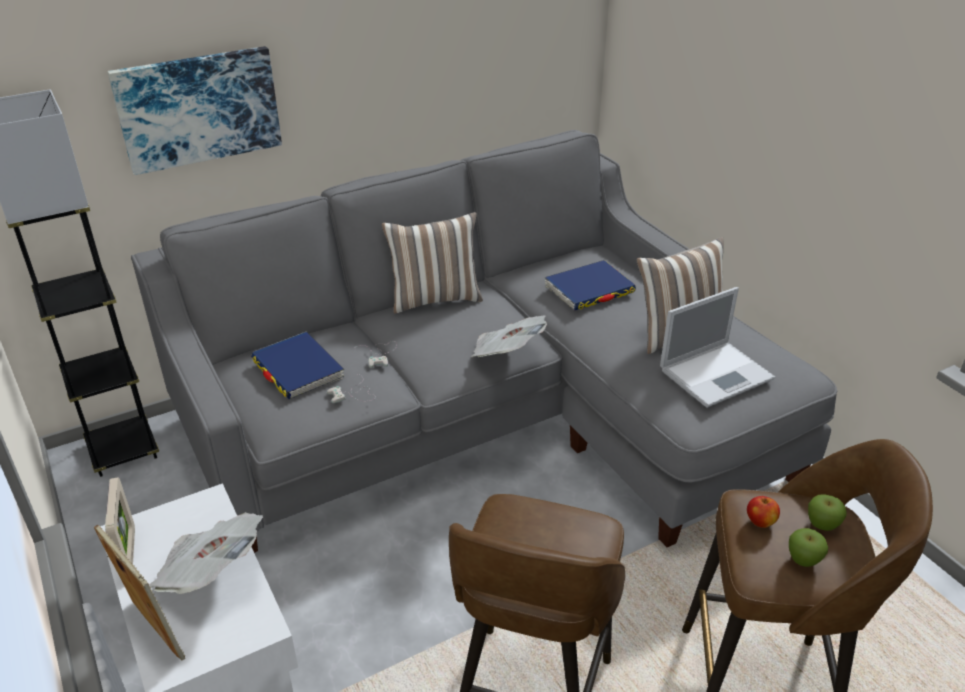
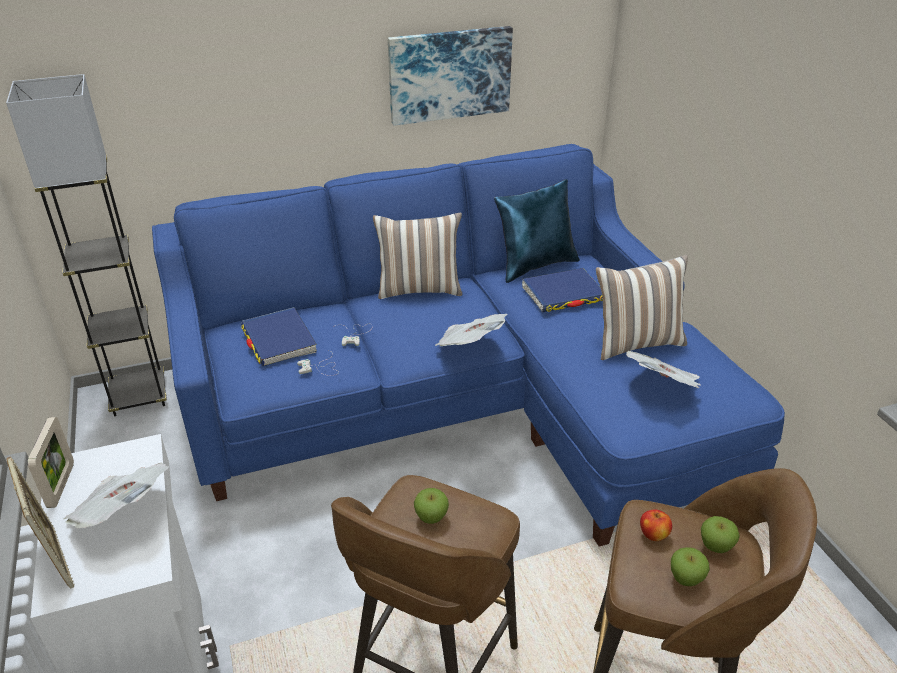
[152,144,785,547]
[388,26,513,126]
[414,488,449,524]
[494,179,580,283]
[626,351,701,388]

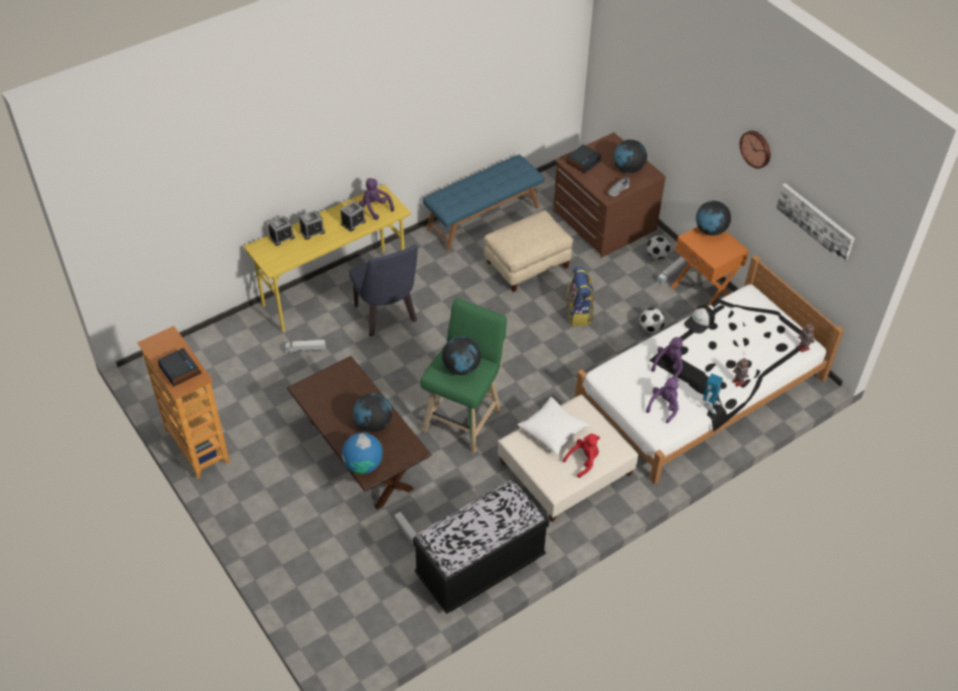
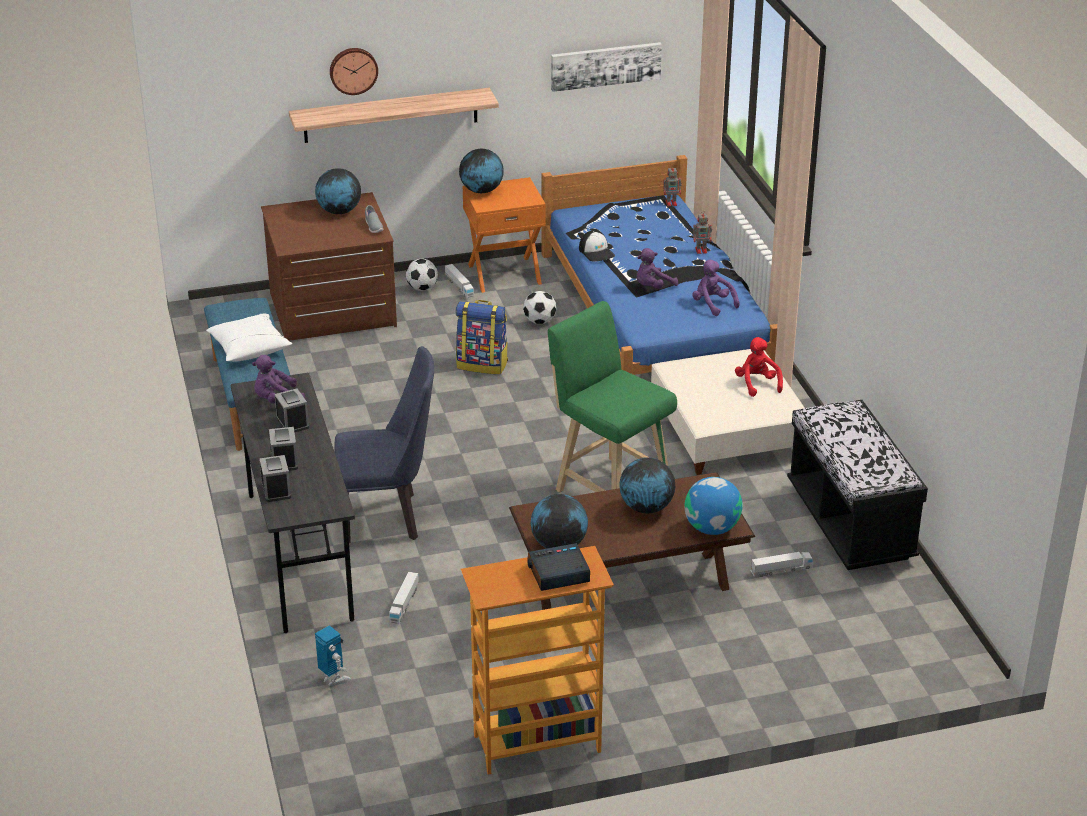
[206,313,292,362]
[231,373,355,633]
[289,88,499,143]
[315,625,351,686]
[330,48,378,95]
[531,494,588,549]
[541,155,777,375]
[637,248,678,289]
[484,211,573,292] (first image)
[566,145,601,173] (first image)

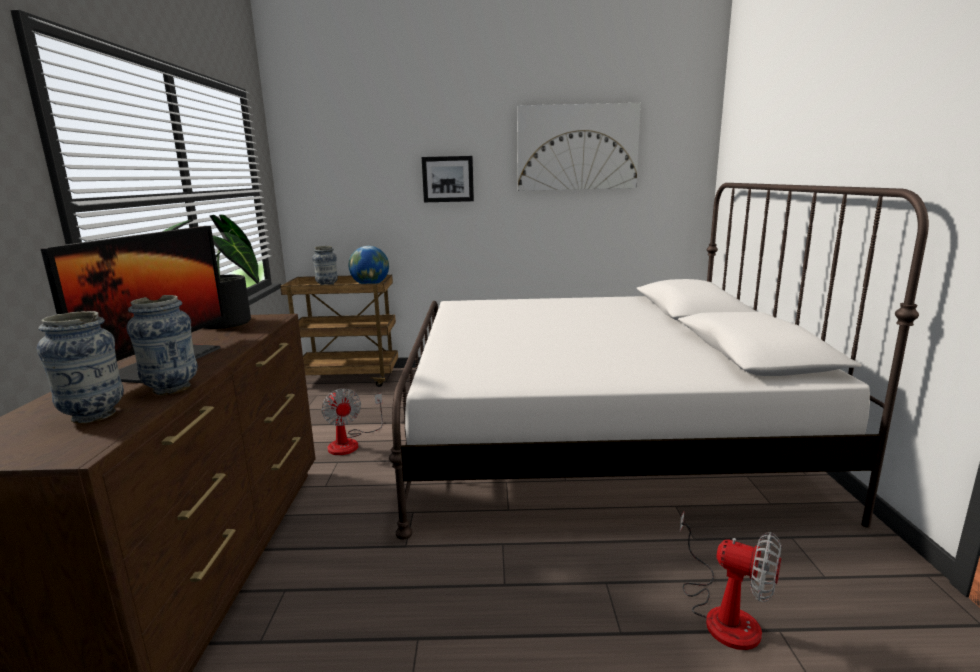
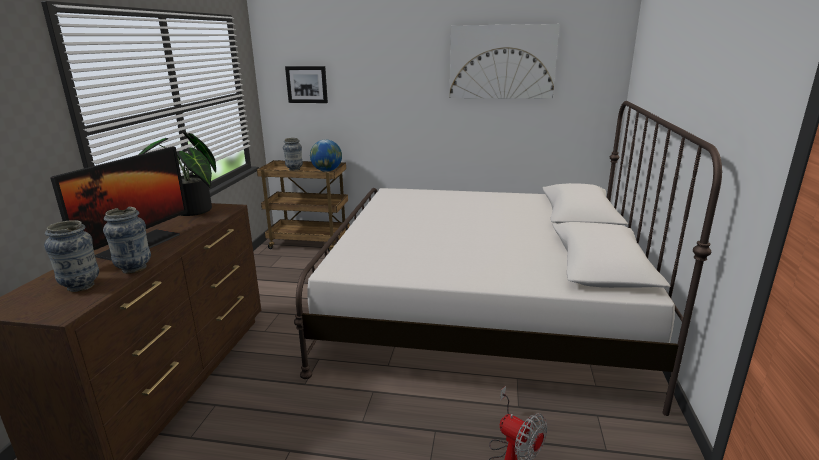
[285,66,328,103]
[322,389,383,455] (first image)

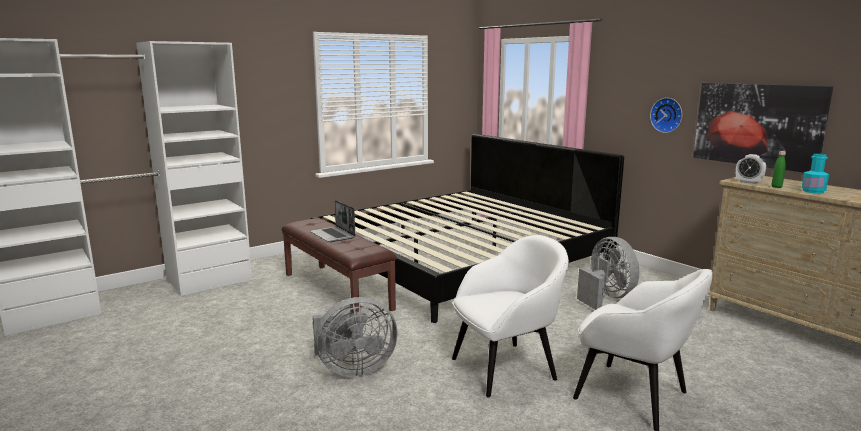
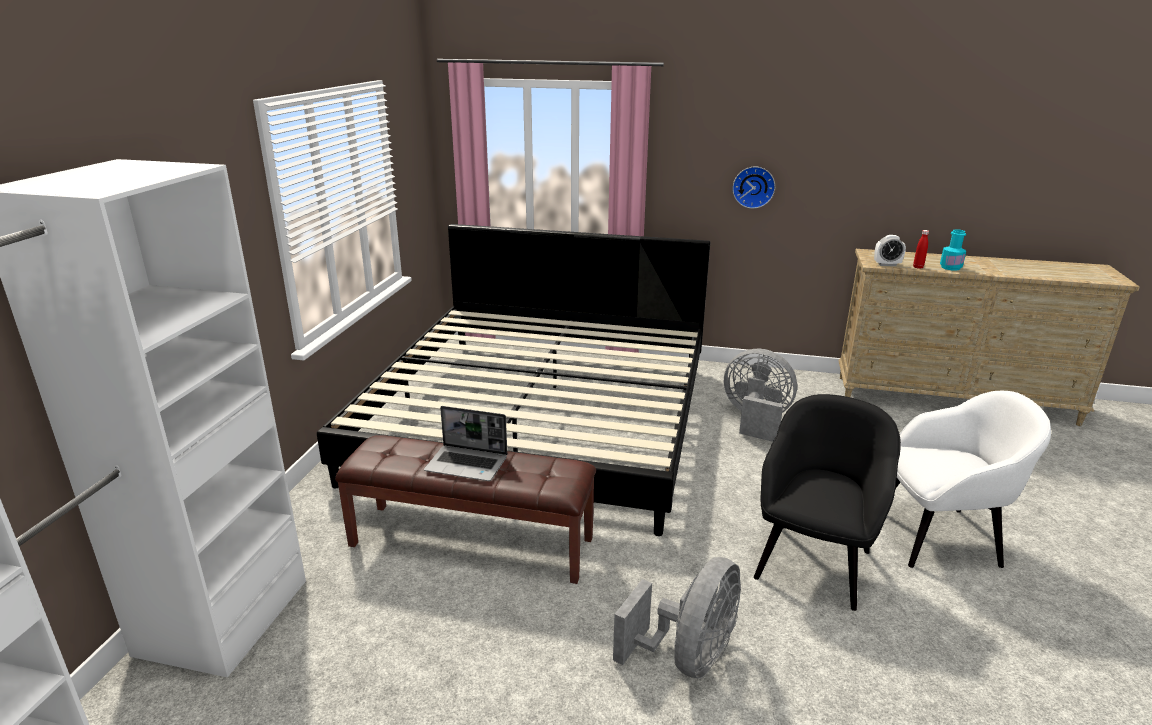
[754,394,901,611]
[913,230,929,269]
[693,83,833,172] (first image)

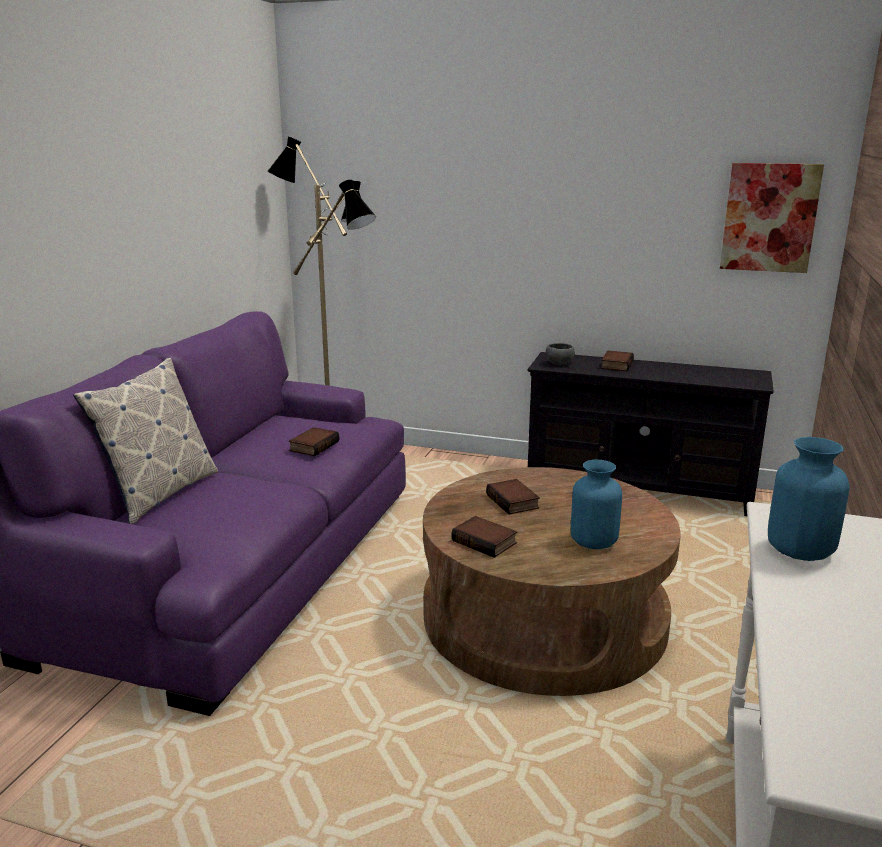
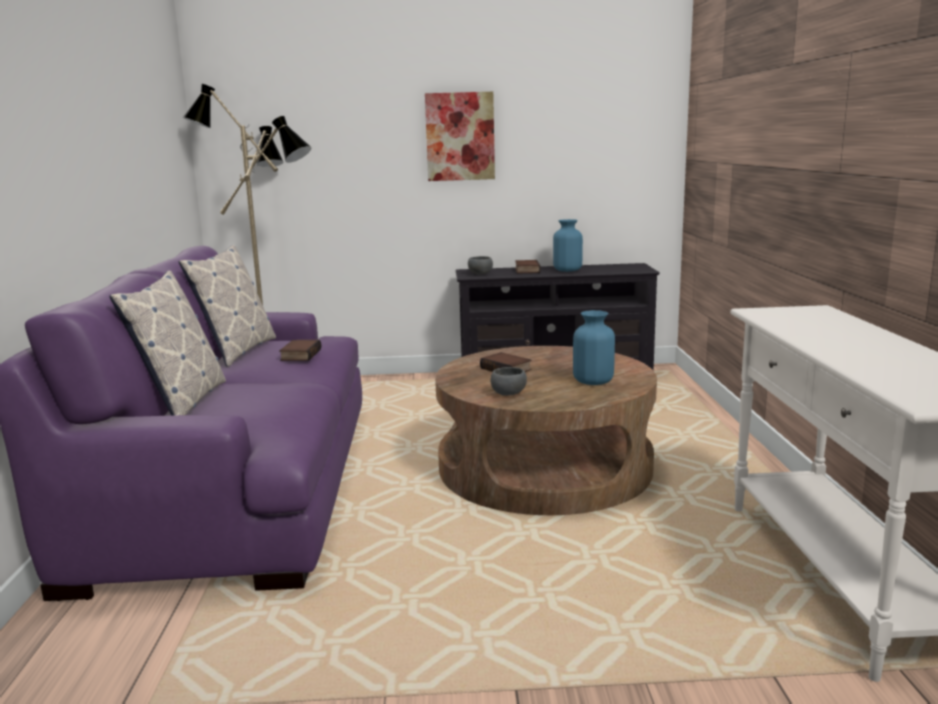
[179,245,276,367]
[425,92,495,181]
[491,367,527,396]
[553,219,583,272]

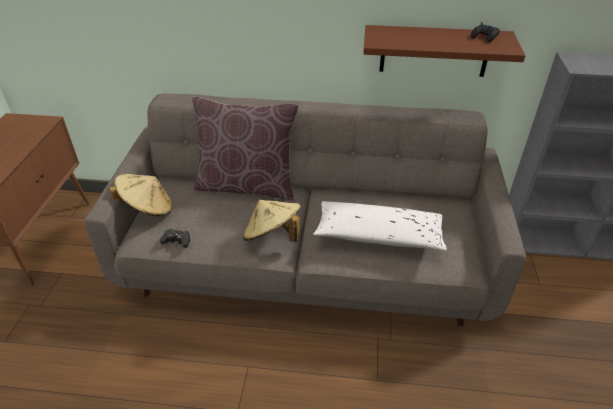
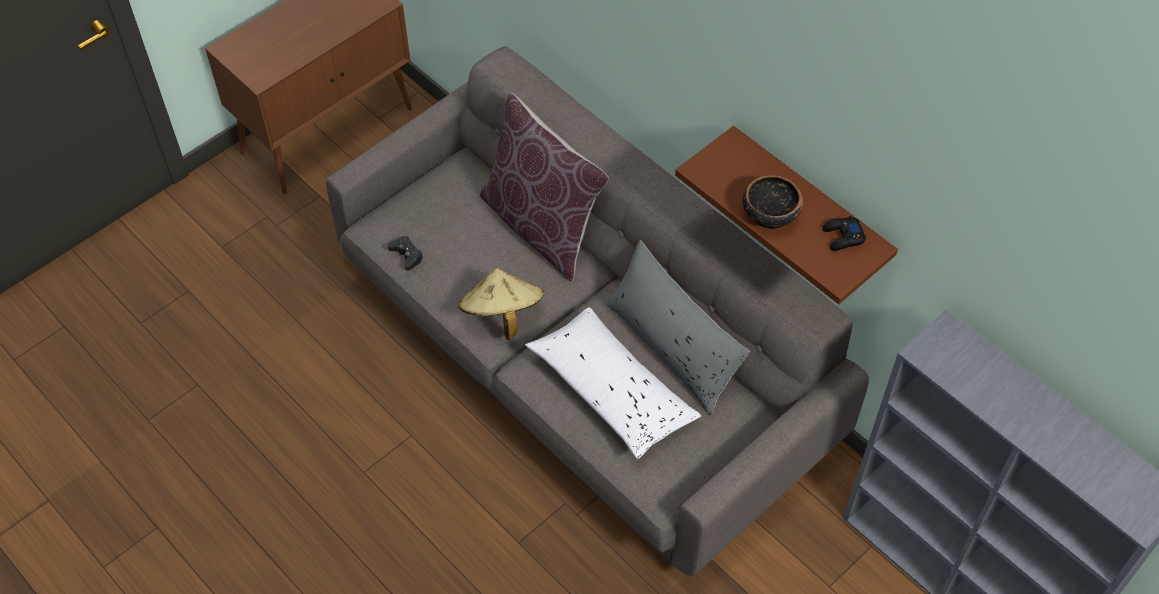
[605,240,750,416]
[743,175,803,230]
[109,174,173,216] (first image)

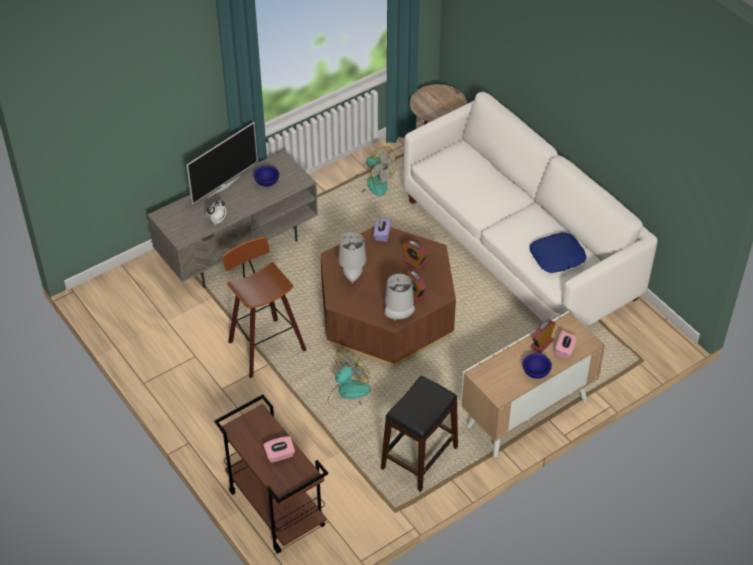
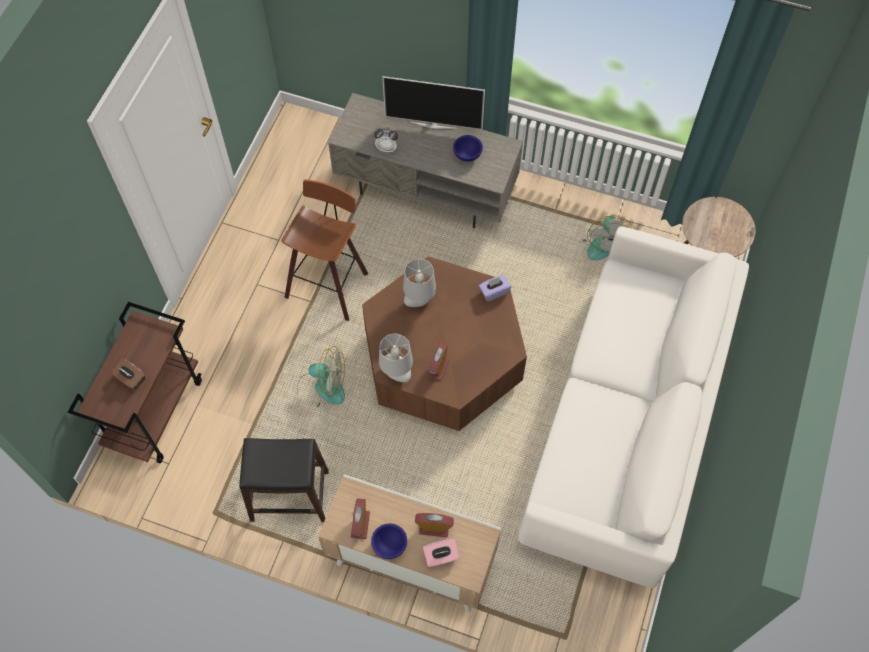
[111,358,145,390]
[351,498,370,539]
[530,232,587,273] (first image)

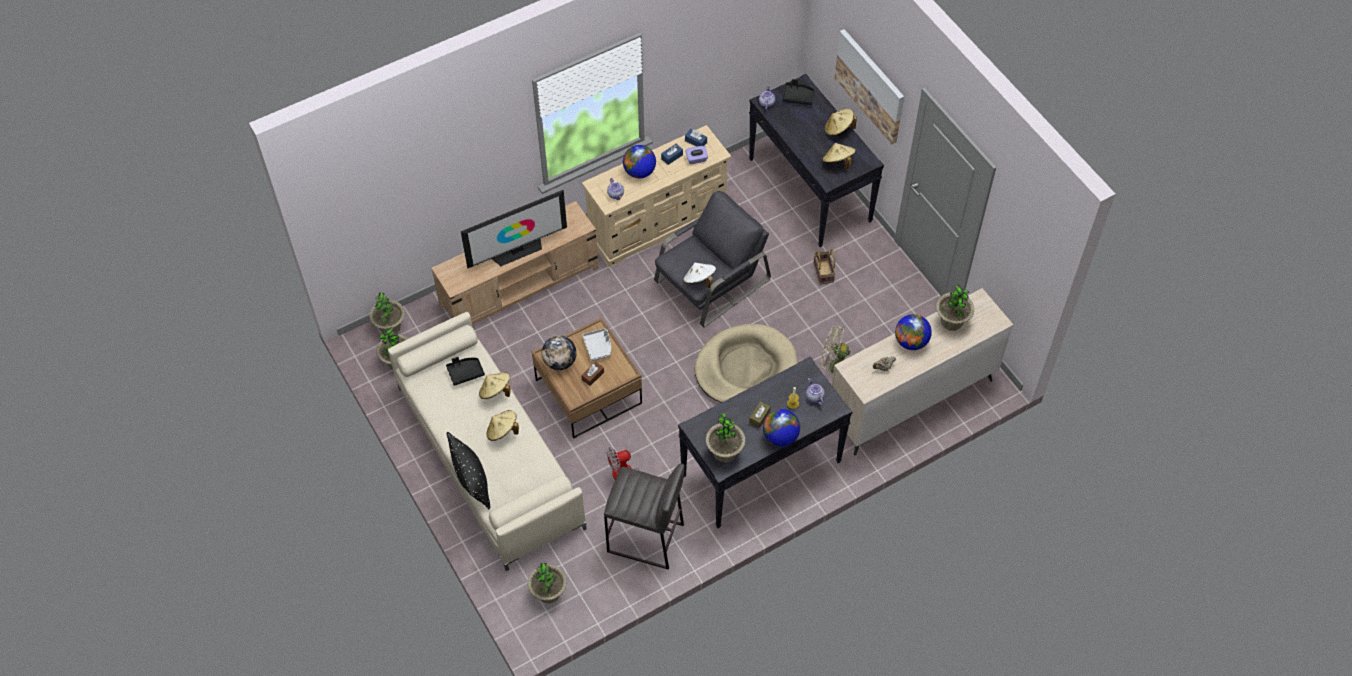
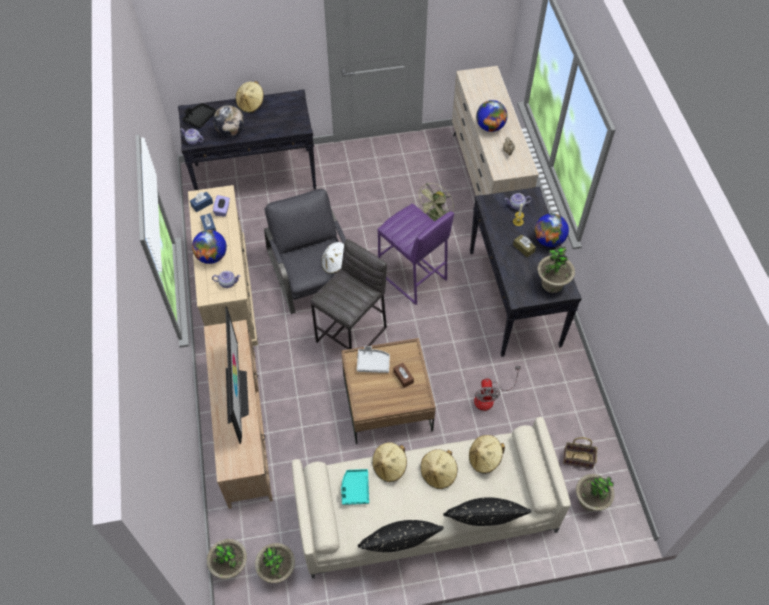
[213,105,244,136]
[311,239,387,349]
[341,469,369,505]
[358,520,444,552]
[377,204,454,305]
[469,435,505,474]
[563,437,597,469]
[835,29,904,144] (first image)
[936,284,974,331] (first image)

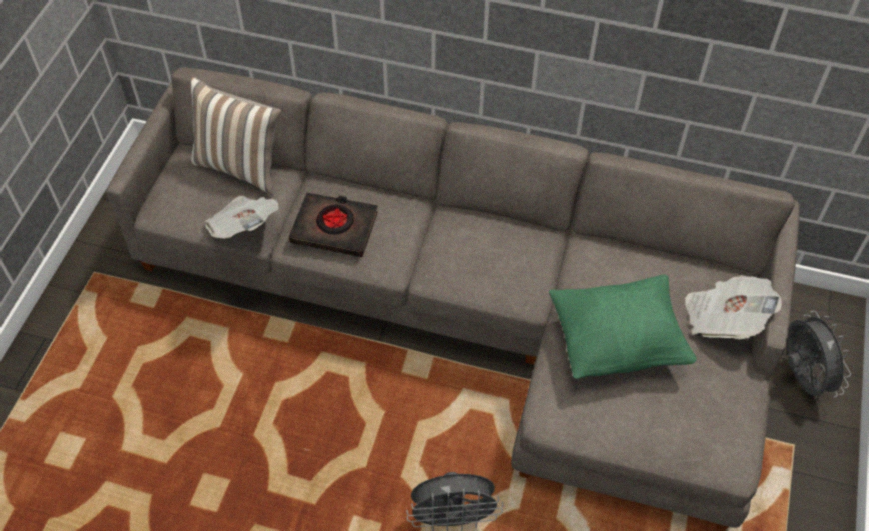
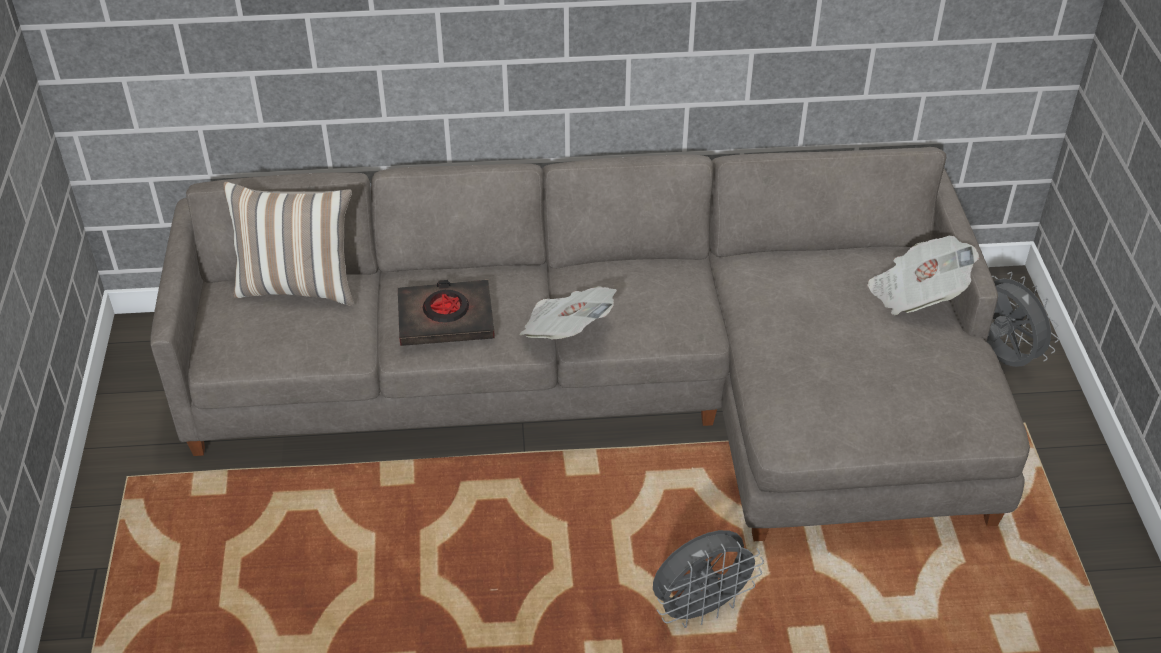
[519,286,617,340]
[549,274,697,379] (first image)

